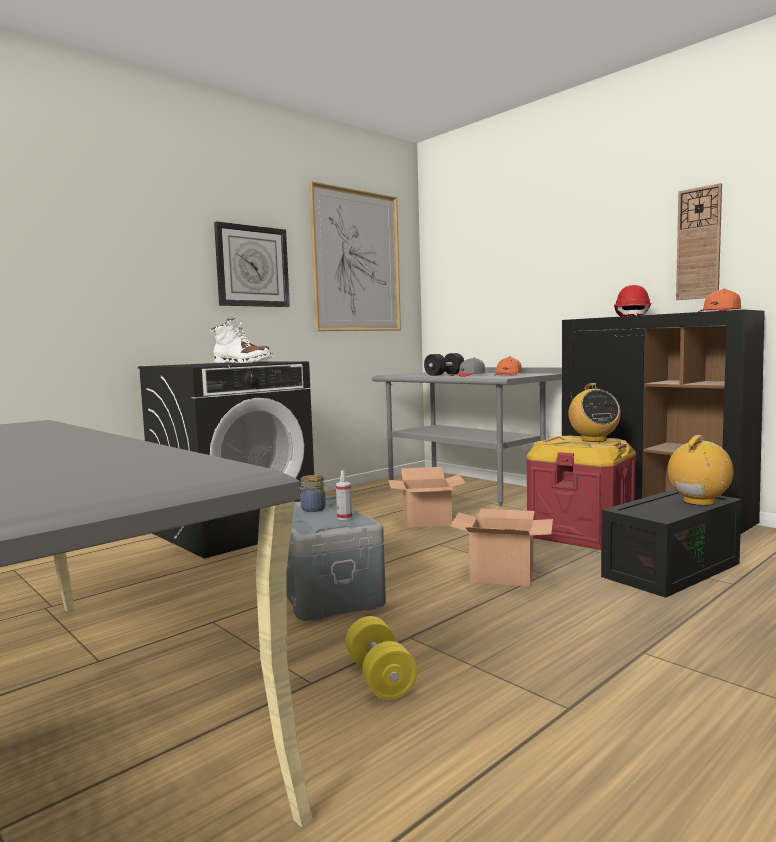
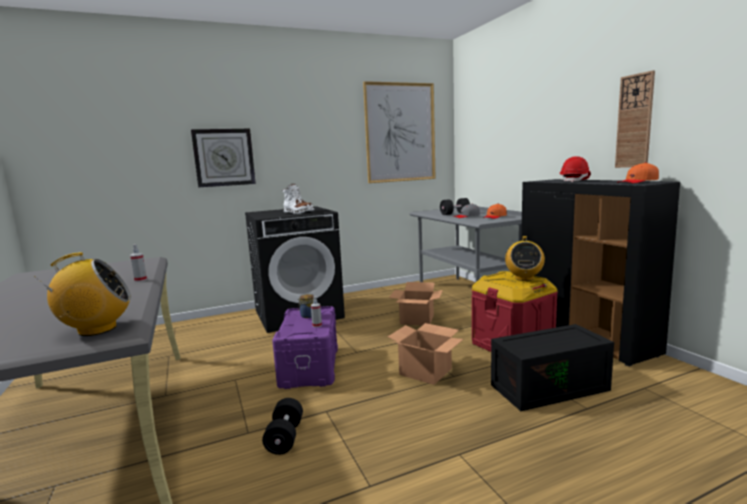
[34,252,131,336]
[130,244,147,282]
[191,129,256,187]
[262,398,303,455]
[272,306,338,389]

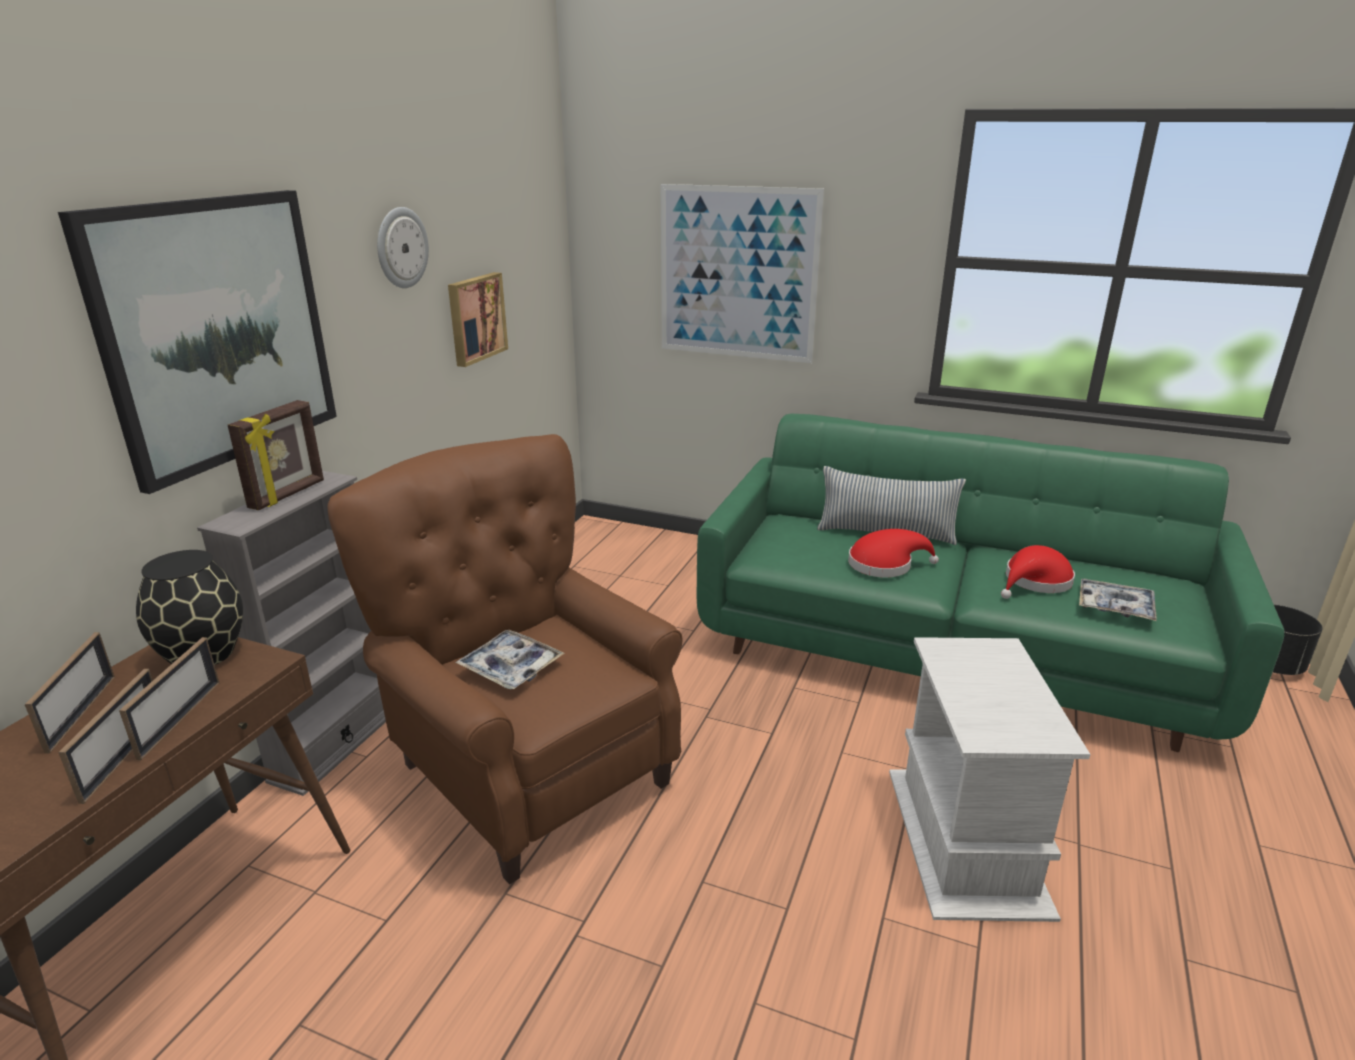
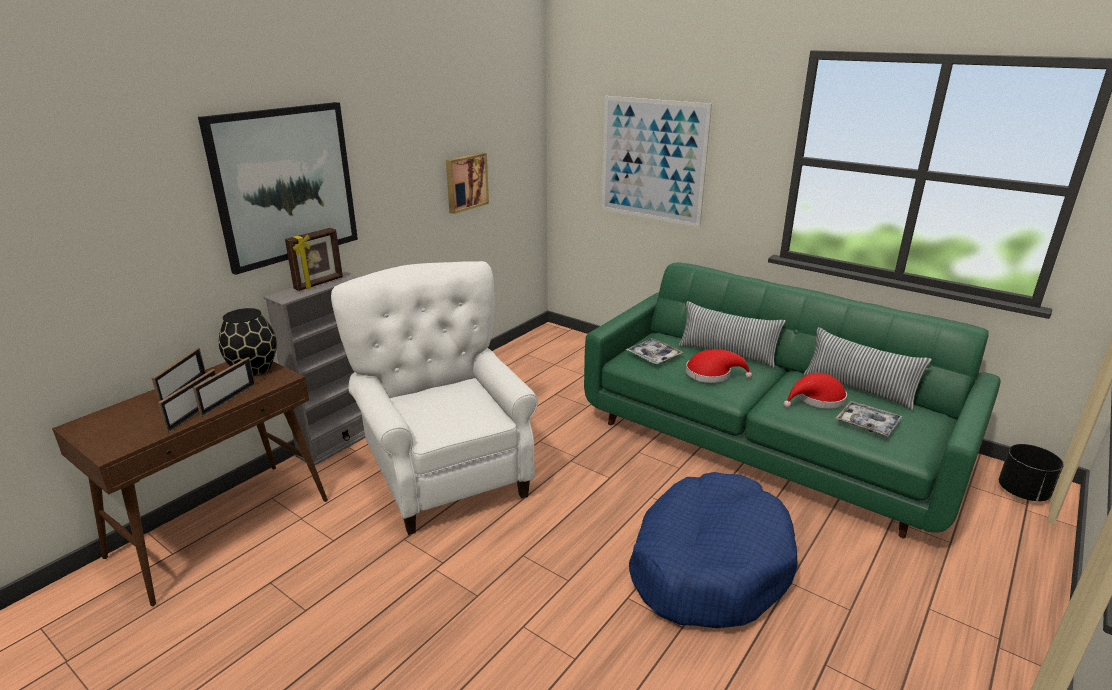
[331,261,538,535]
[626,339,683,364]
[629,472,798,628]
[803,327,932,411]
[377,207,429,288] (first image)

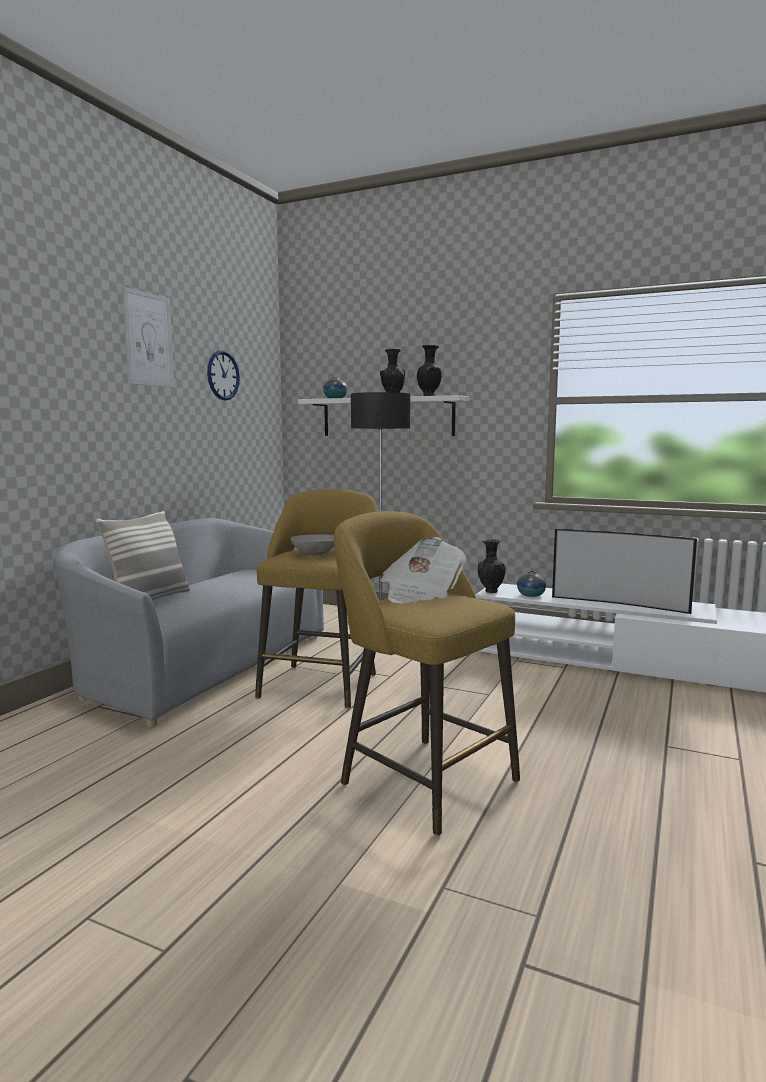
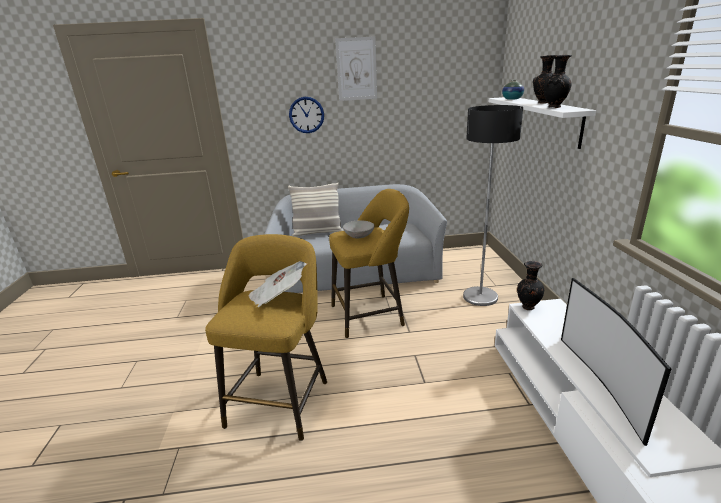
[289,97,324,133]
[517,571,546,597] (first image)

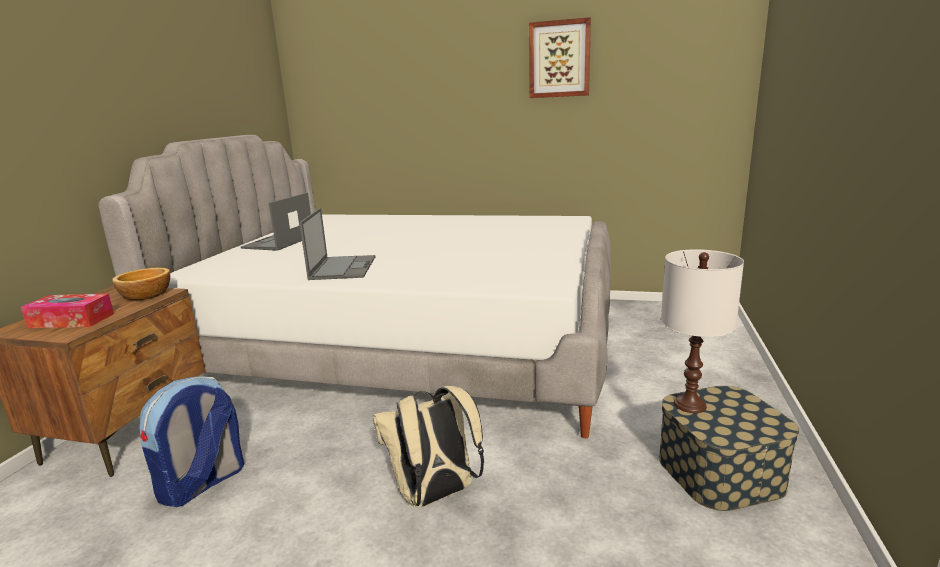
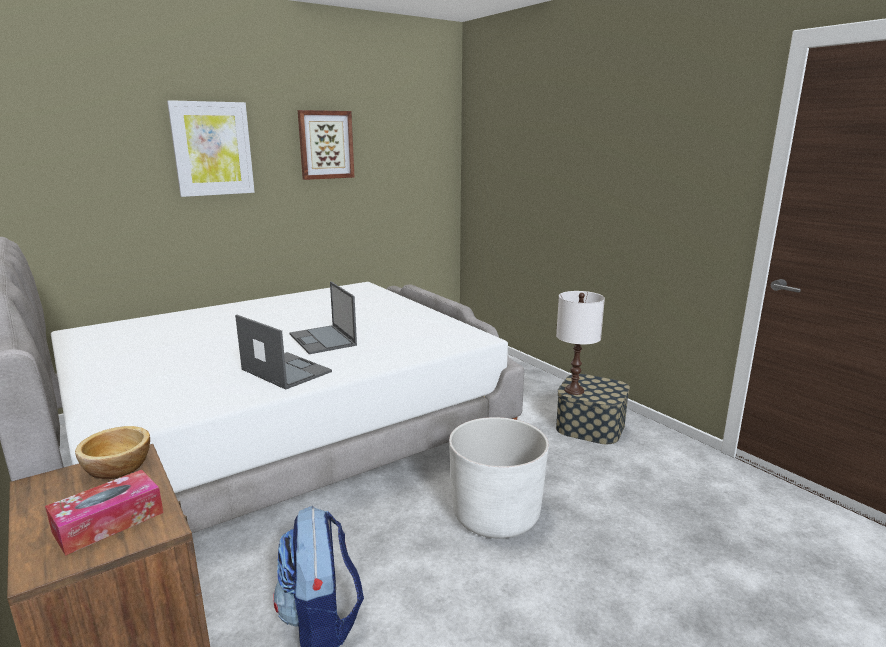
[167,100,255,197]
[289,281,357,354]
[449,417,549,539]

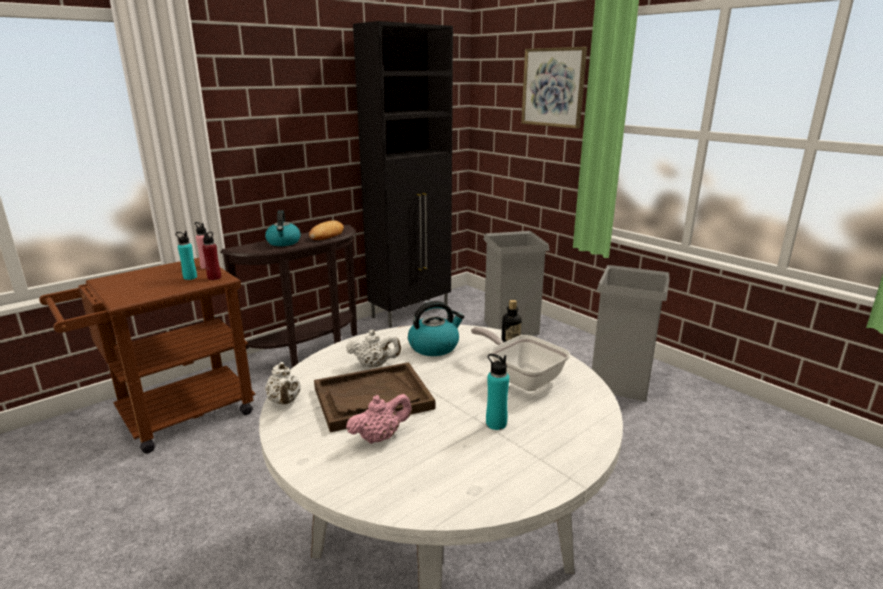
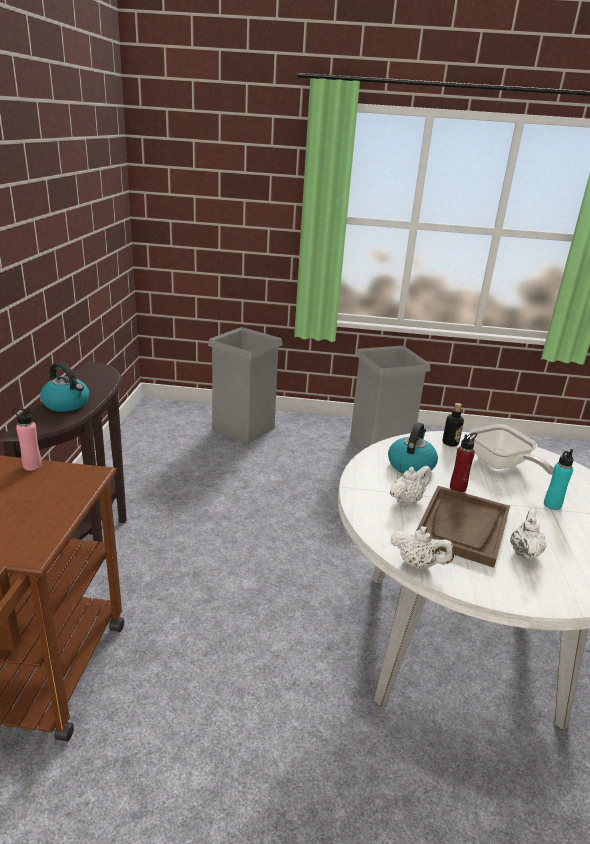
[450,433,477,492]
[469,424,554,475]
[510,508,547,560]
[175,231,197,280] (first image)
[309,220,344,241] (first image)
[353,21,453,328] (first image)
[521,47,587,129] (first image)

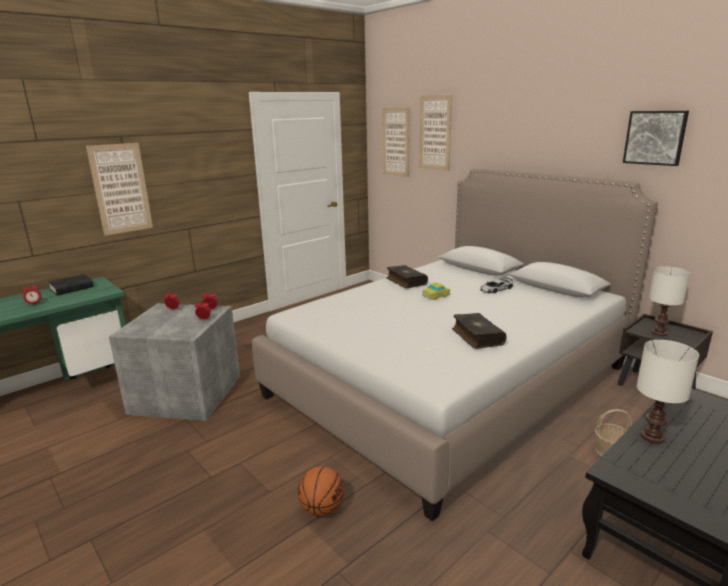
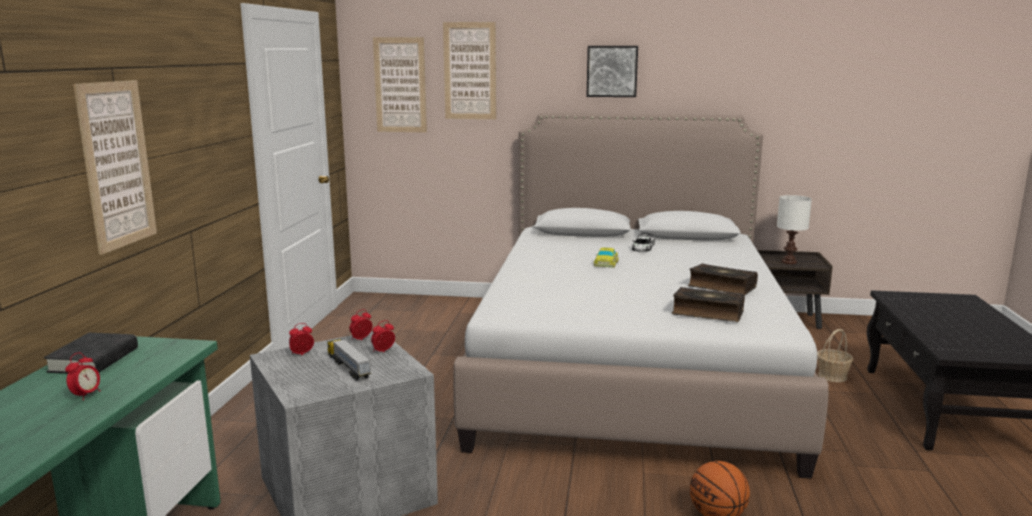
[327,339,371,381]
[586,46,638,97]
[672,287,745,322]
[637,340,699,444] (first image)

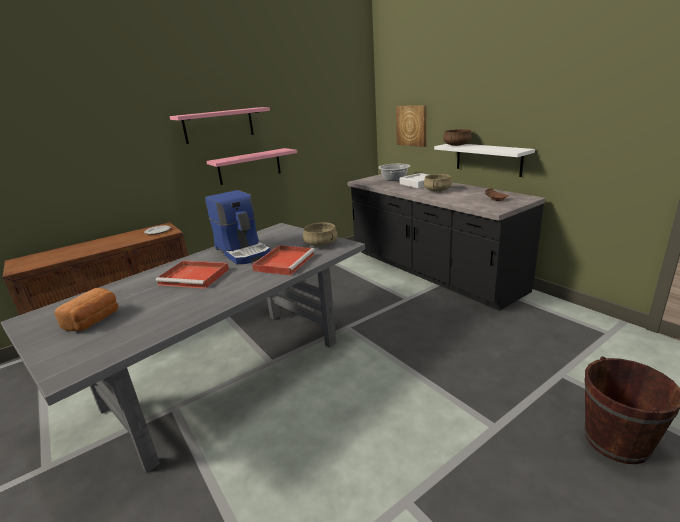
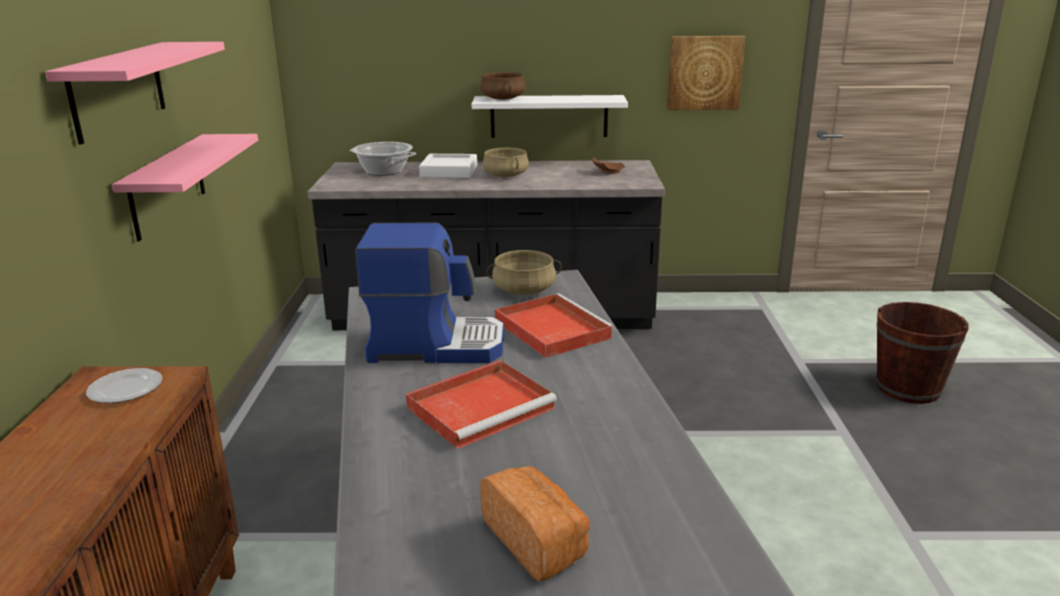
[667,36,745,110]

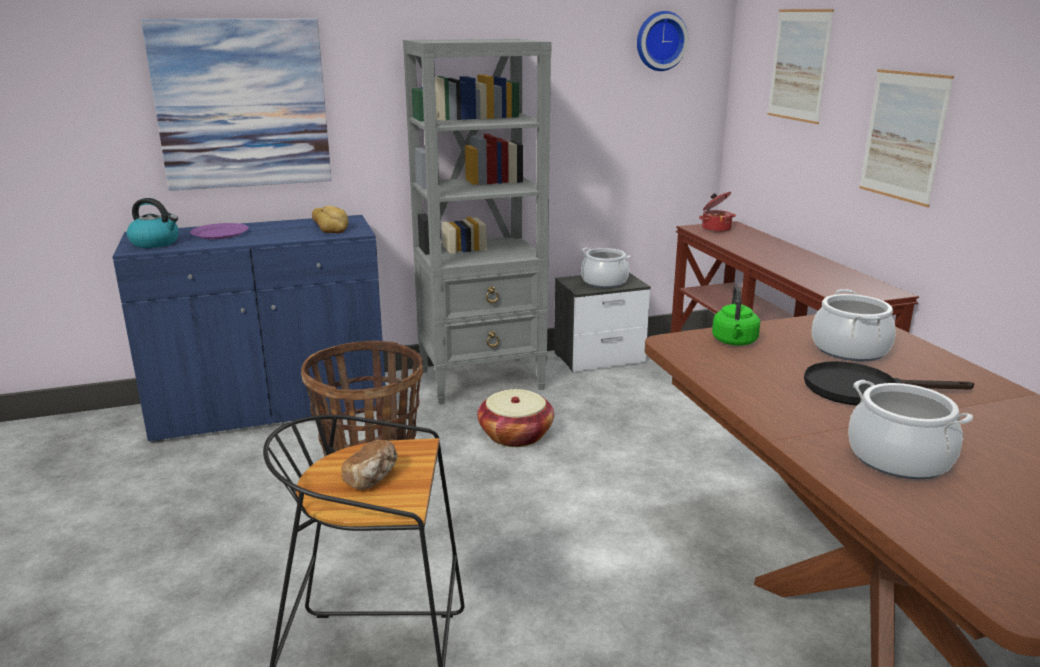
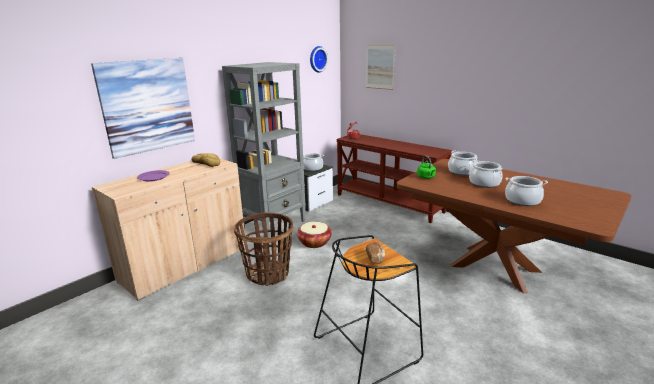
[92,158,245,301]
[469,160,503,188]
[127,198,179,248] (first image)
[859,69,954,207] (first image)

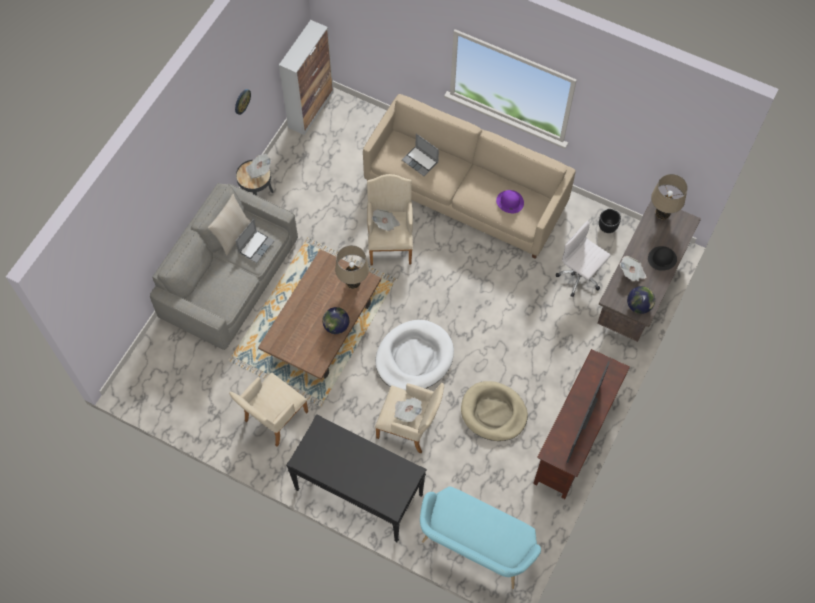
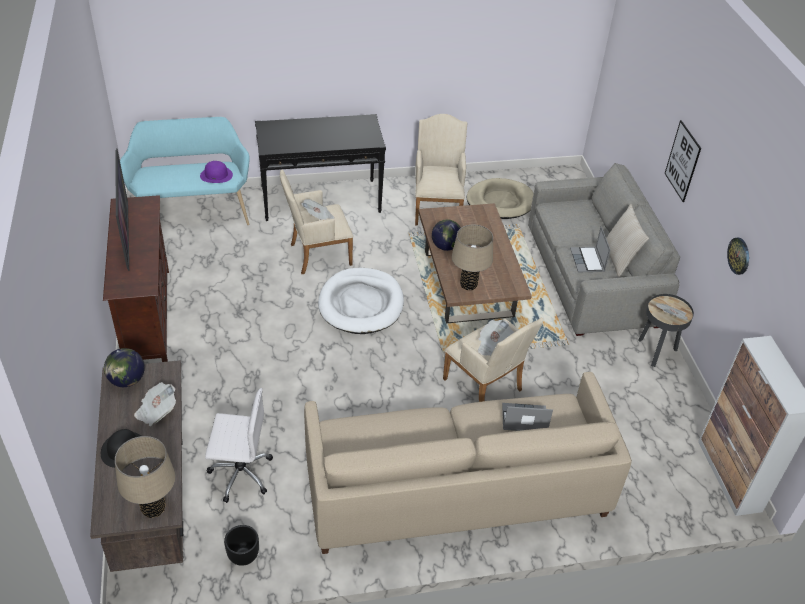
[200,161,233,183]
[467,178,534,219]
[665,120,701,202]

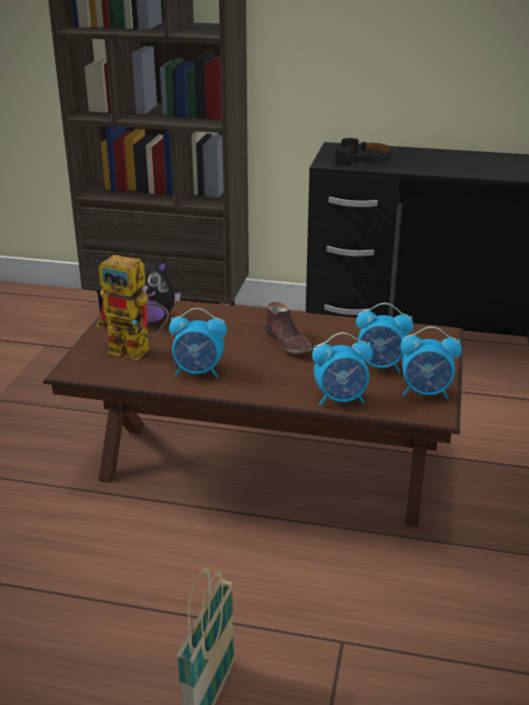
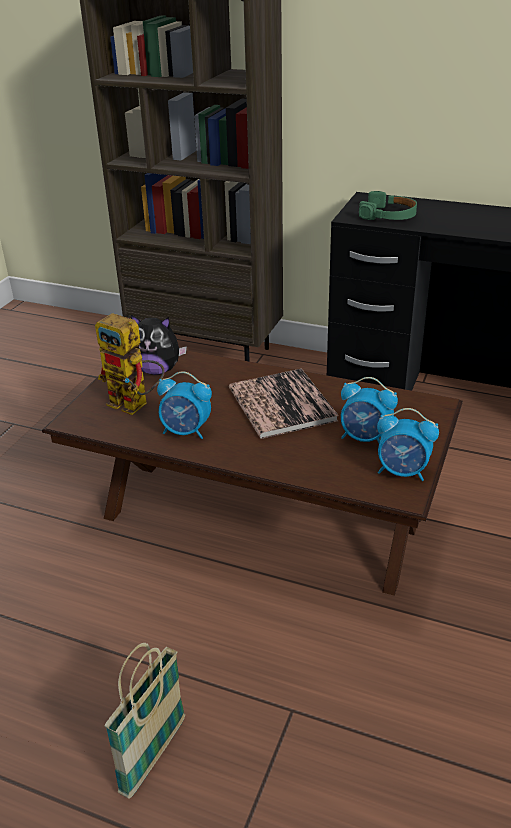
[229,369,339,439]
[359,191,417,220]
[312,332,373,406] (first image)

